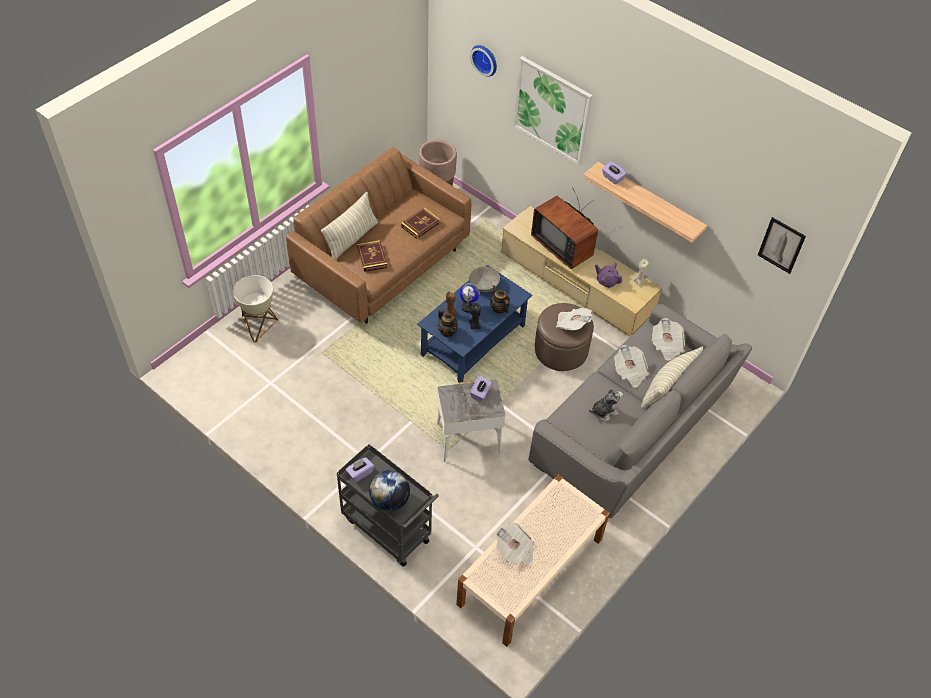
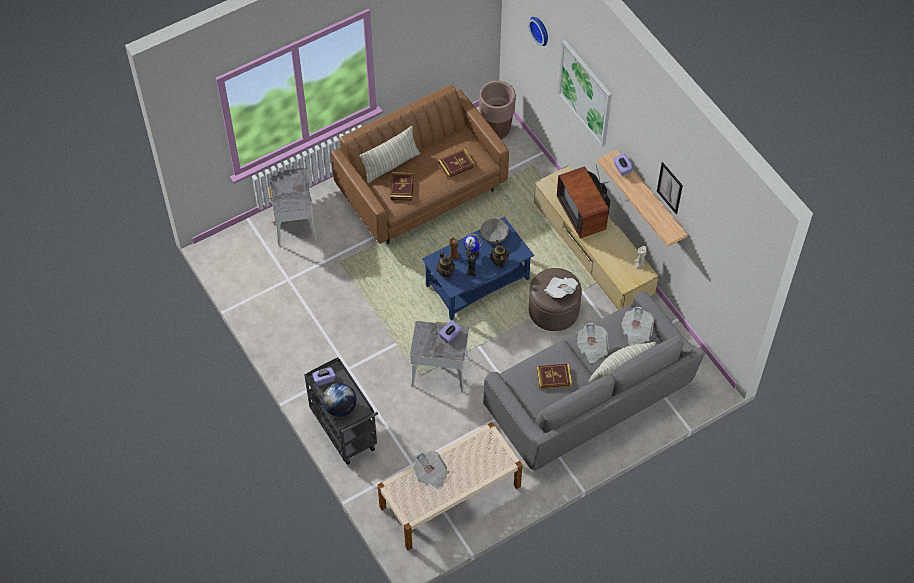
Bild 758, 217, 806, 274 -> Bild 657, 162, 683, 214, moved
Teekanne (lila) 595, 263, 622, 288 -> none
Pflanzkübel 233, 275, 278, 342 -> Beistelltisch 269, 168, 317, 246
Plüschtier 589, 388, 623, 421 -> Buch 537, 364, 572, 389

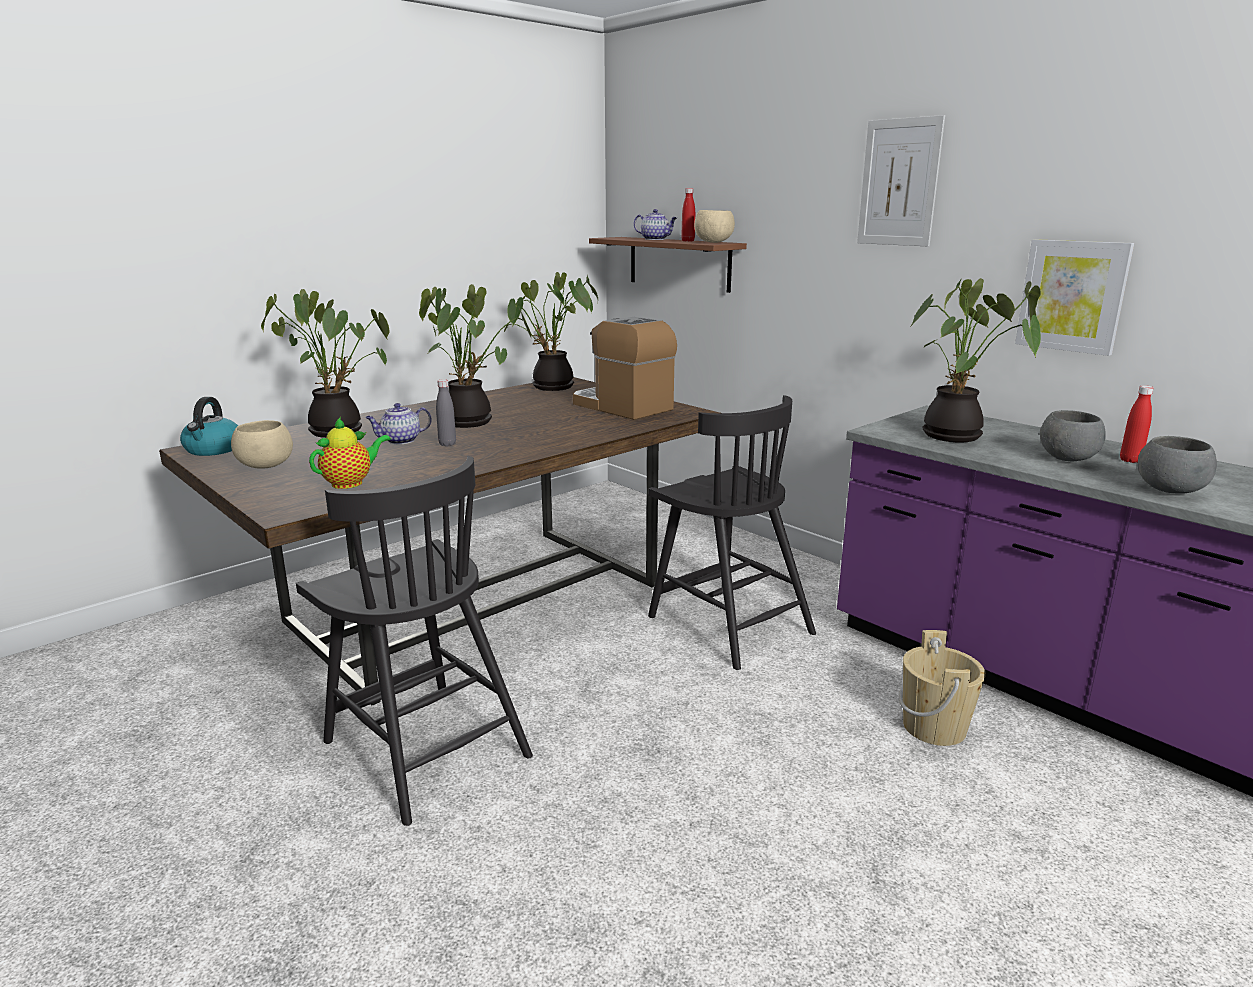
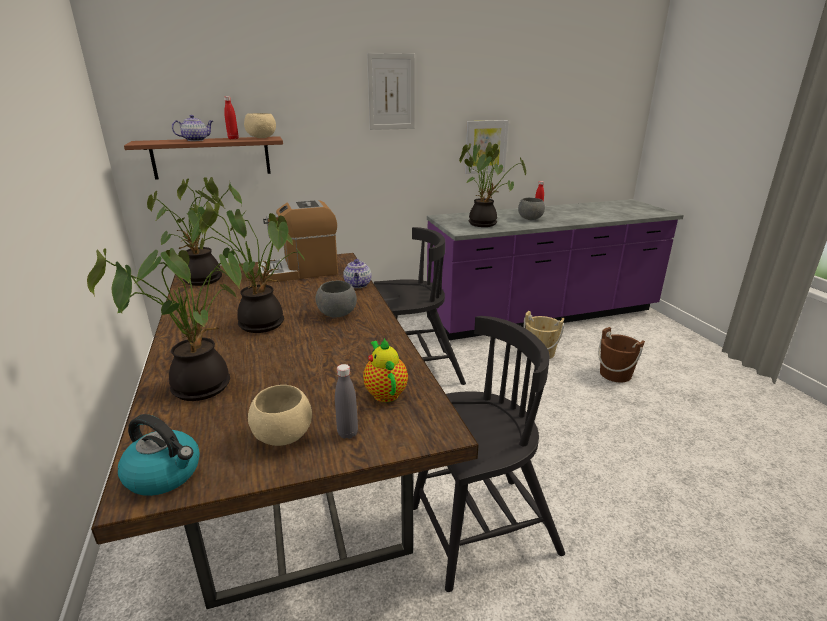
Flasche (grau) 436, 379, 456, 446 -> Flasche (grau) 335, 364, 358, 439, moved
Teekanne 365, 403, 432, 444 -> Teekanne 343, 258, 372, 288, moved
Schüssel (grau) 1137, 436, 1217, 494 -> Schüssel (grau) 315, 281, 357, 318, moved
none -> Eimer (braun) 598, 327, 645, 383

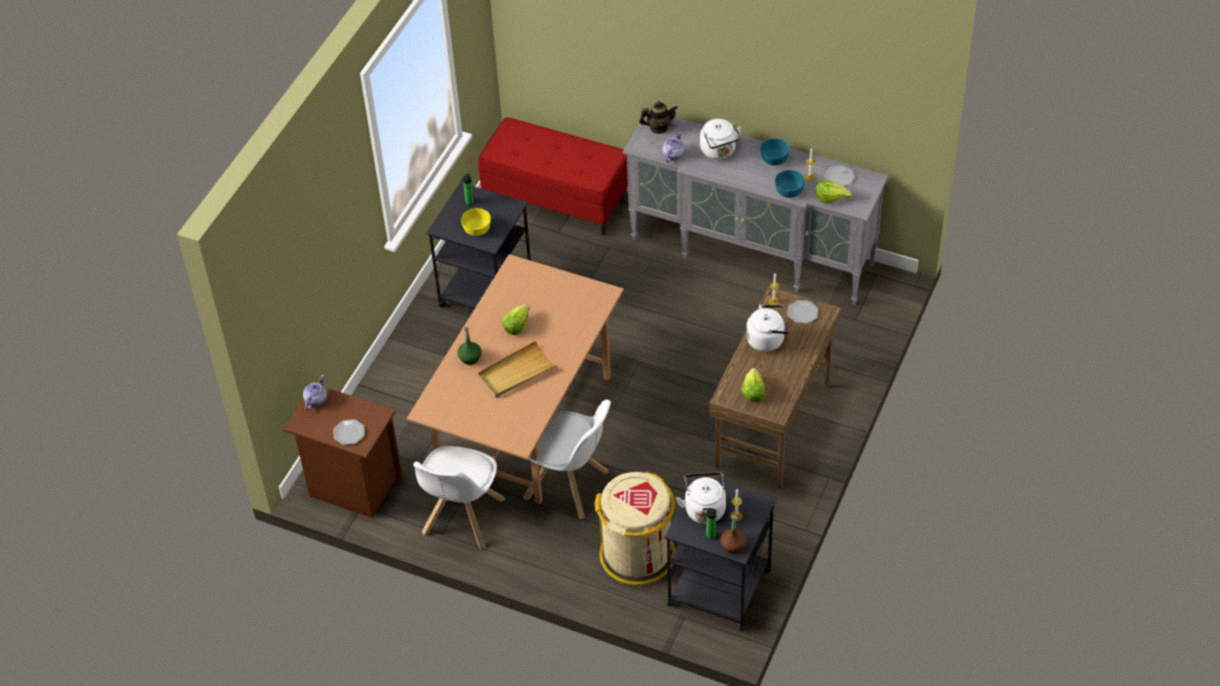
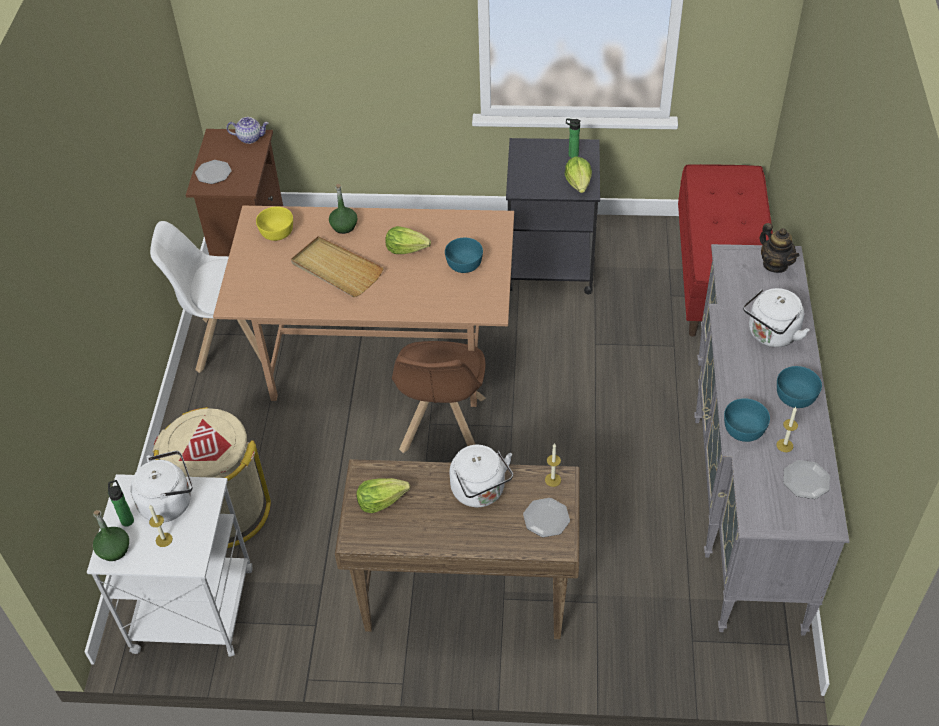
Teekanne 662, 132, 685, 162 -> none
Salatkopf 815, 180, 852, 202 -> Salatkopf 565, 157, 592, 193, moved
Schüssel (gelb) 461, 208, 491, 236 -> Schüssel (gelb) 256, 207, 293, 241, moved
Stuhl (weiß) 523, 399, 611, 519 -> none
Rollwagen (schwarz) 664, 473, 776, 631 -> Rollwagen (weiß) 87, 474, 252, 657
Flasche (braun) 720, 515, 747, 554 -> Flasche (grün) 93, 510, 129, 561
none -> Schüssel (türkis) 445, 238, 483, 273
none -> Stuhl (braun) 392, 341, 486, 453

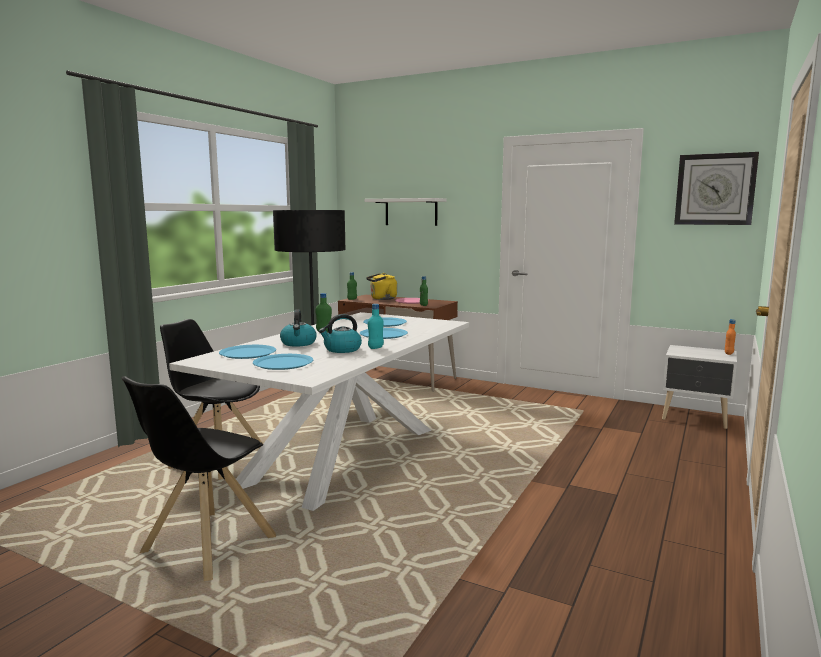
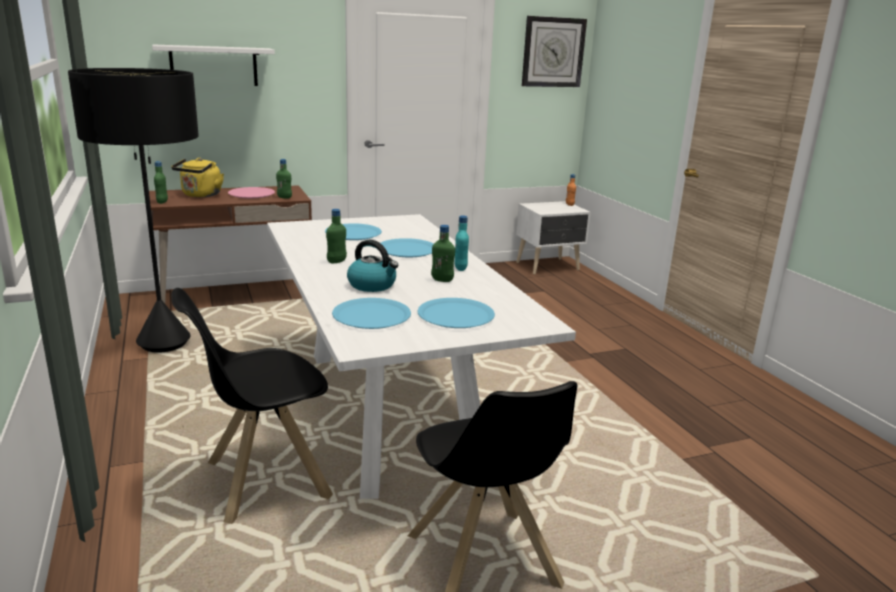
Wasserkessel 319, 314, 362, 353 -> Flasche (grün) 431, 225, 455, 282

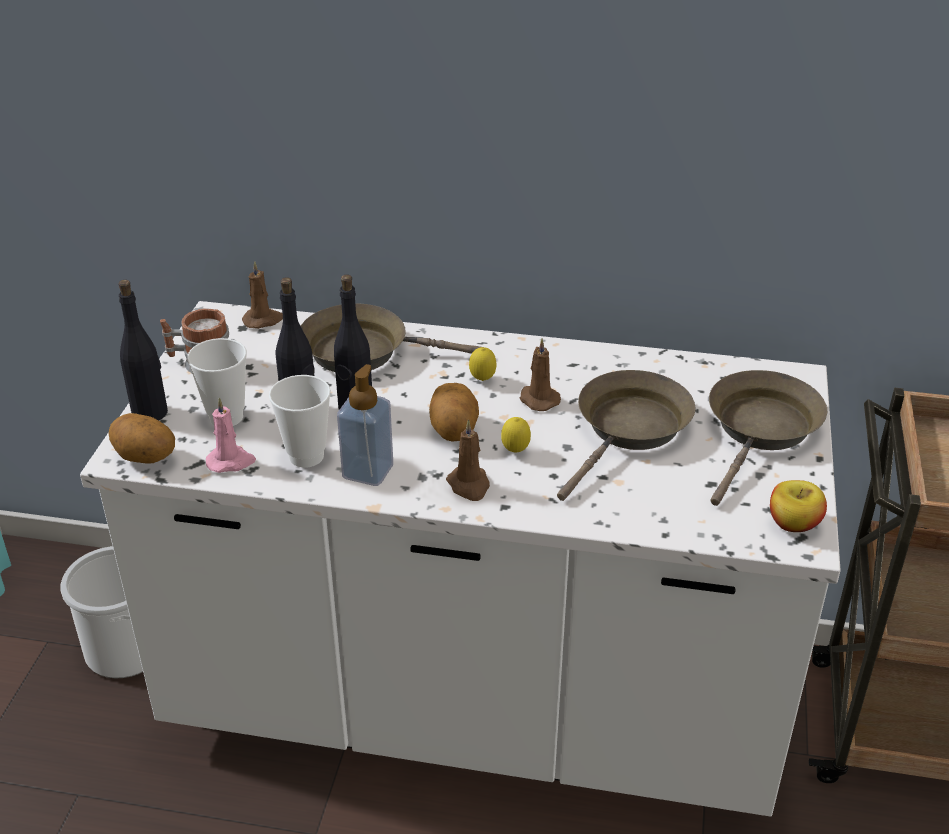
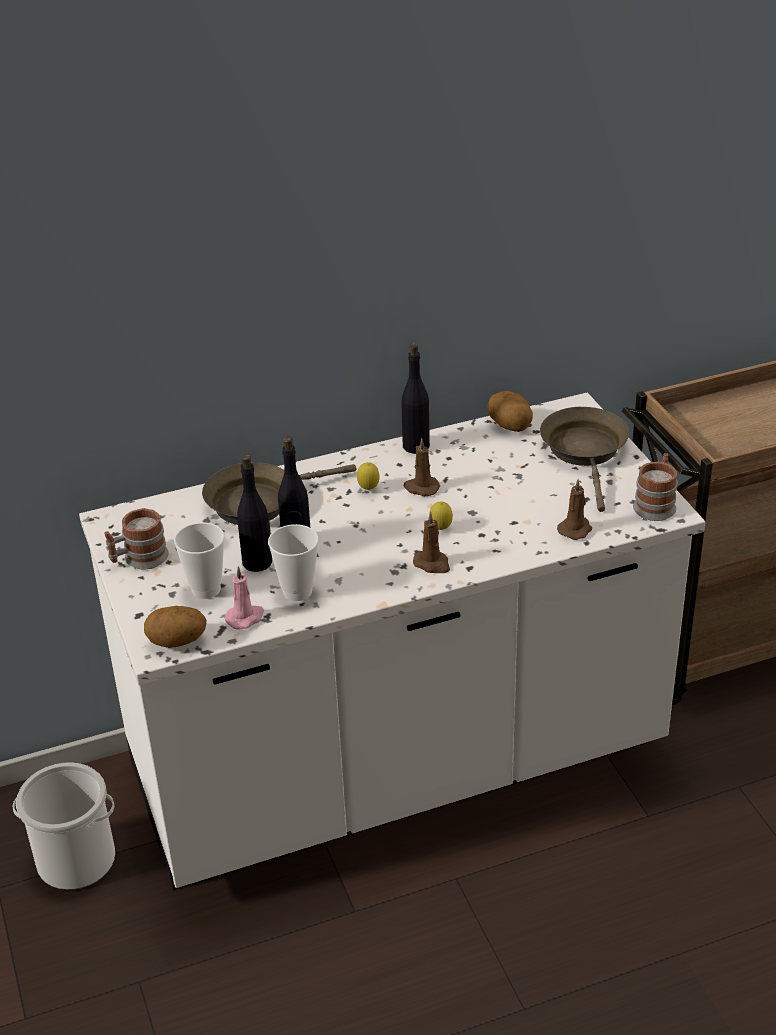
Kerze (braun) 242, 261, 283, 329 -> Kerze (braun) 557, 479, 592, 540, moved
Flasche (schwarz) 118, 280, 168, 420 -> Flasche (schwarz) 402, 343, 430, 454, moved
Seifenspender 337, 364, 393, 486 -> none
Pfanne (braun) 557, 370, 695, 501 -> none
Kartoffel 429, 383, 479, 442 -> Kartoffel 487, 391, 533, 432, moved
Apfel 770, 480, 827, 532 -> Henkelbecher 633, 453, 678, 521

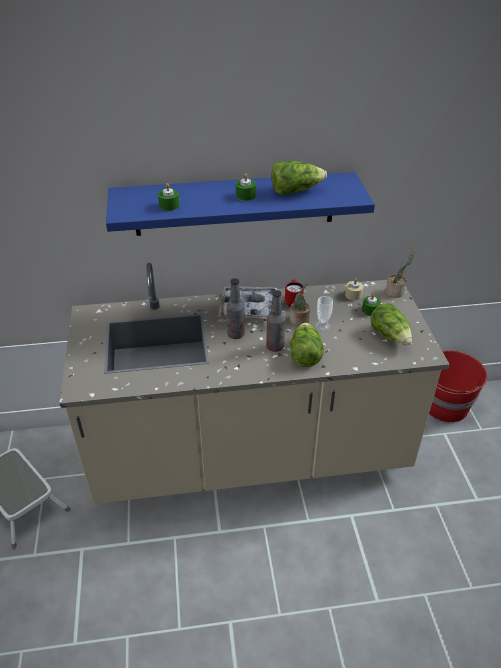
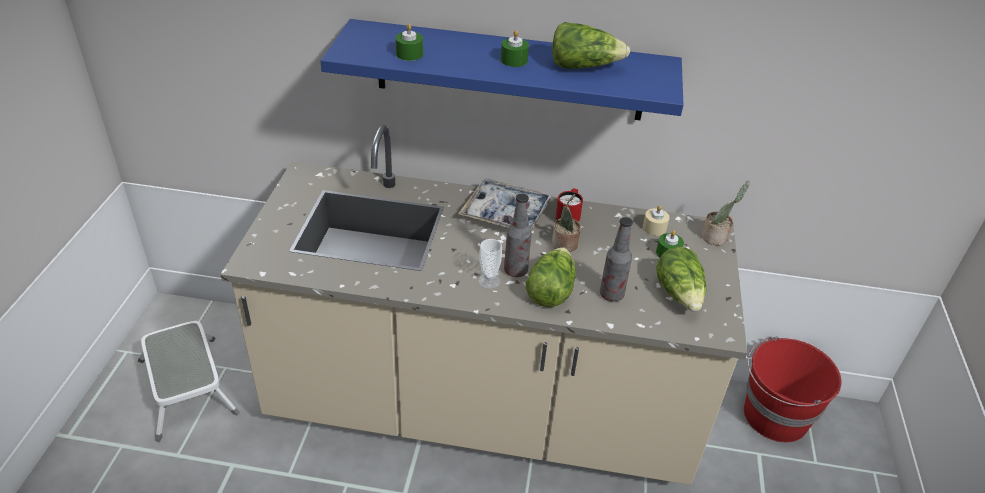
Flasche 227, 278, 245, 339 -> Flasche 600, 217, 633, 302, moved
Tasse 315, 296, 333, 331 -> Tasse 478, 239, 502, 289, moved

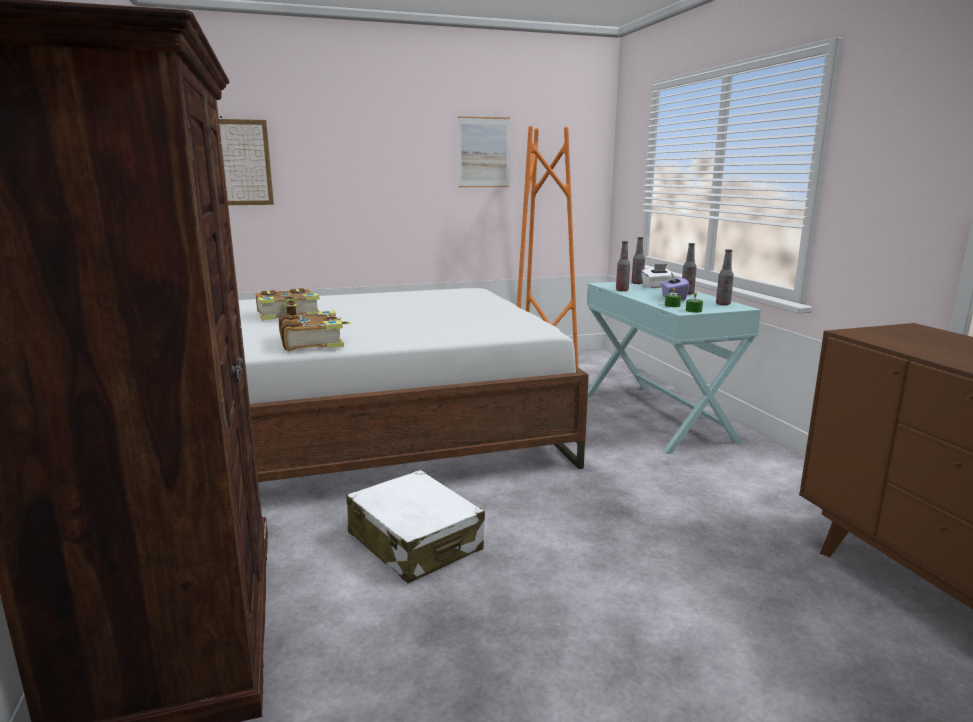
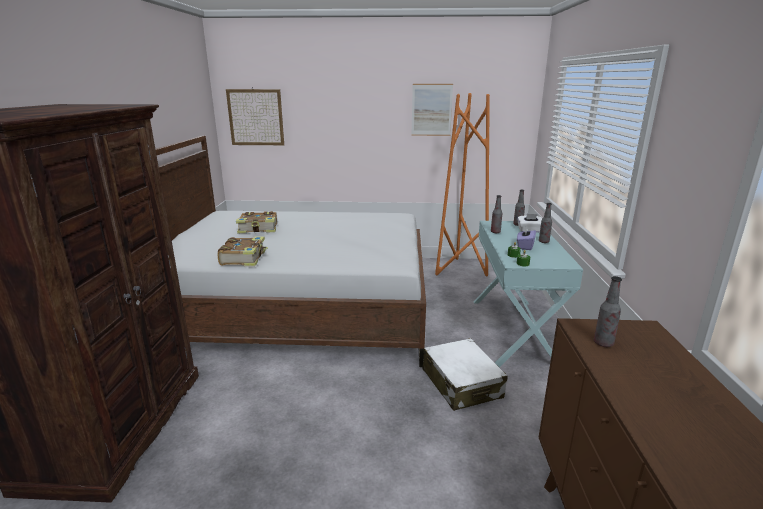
Flasche 716, 249, 734, 305 -> Flasche 594, 276, 622, 347, moved
Koffer (weiß) 346, 470, 485, 583 -> Koffer (weiß) 422, 338, 508, 411, moved

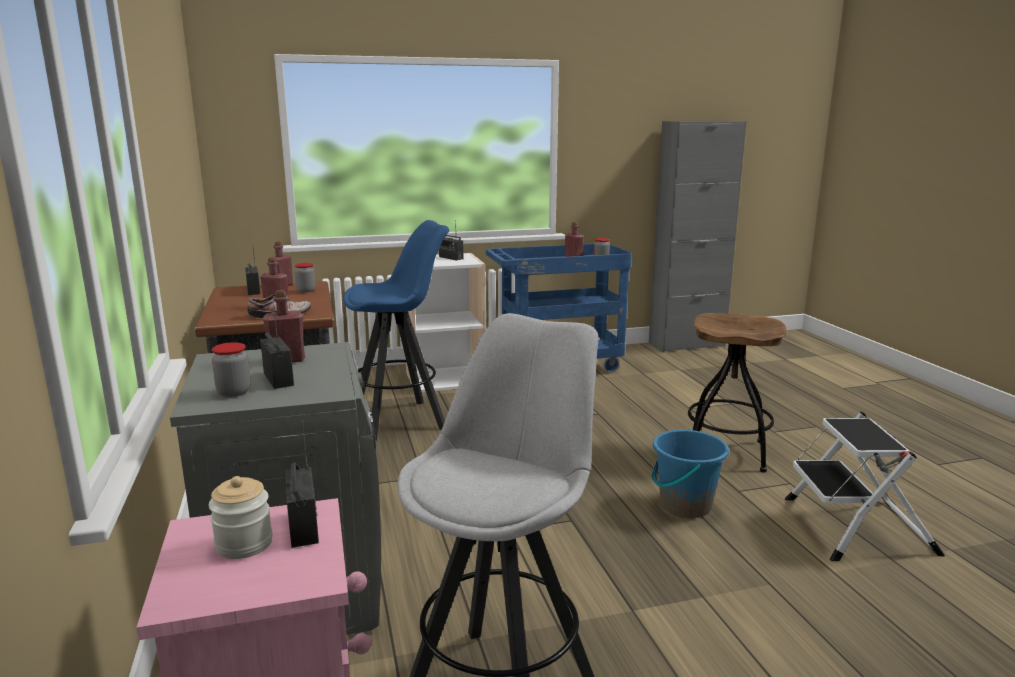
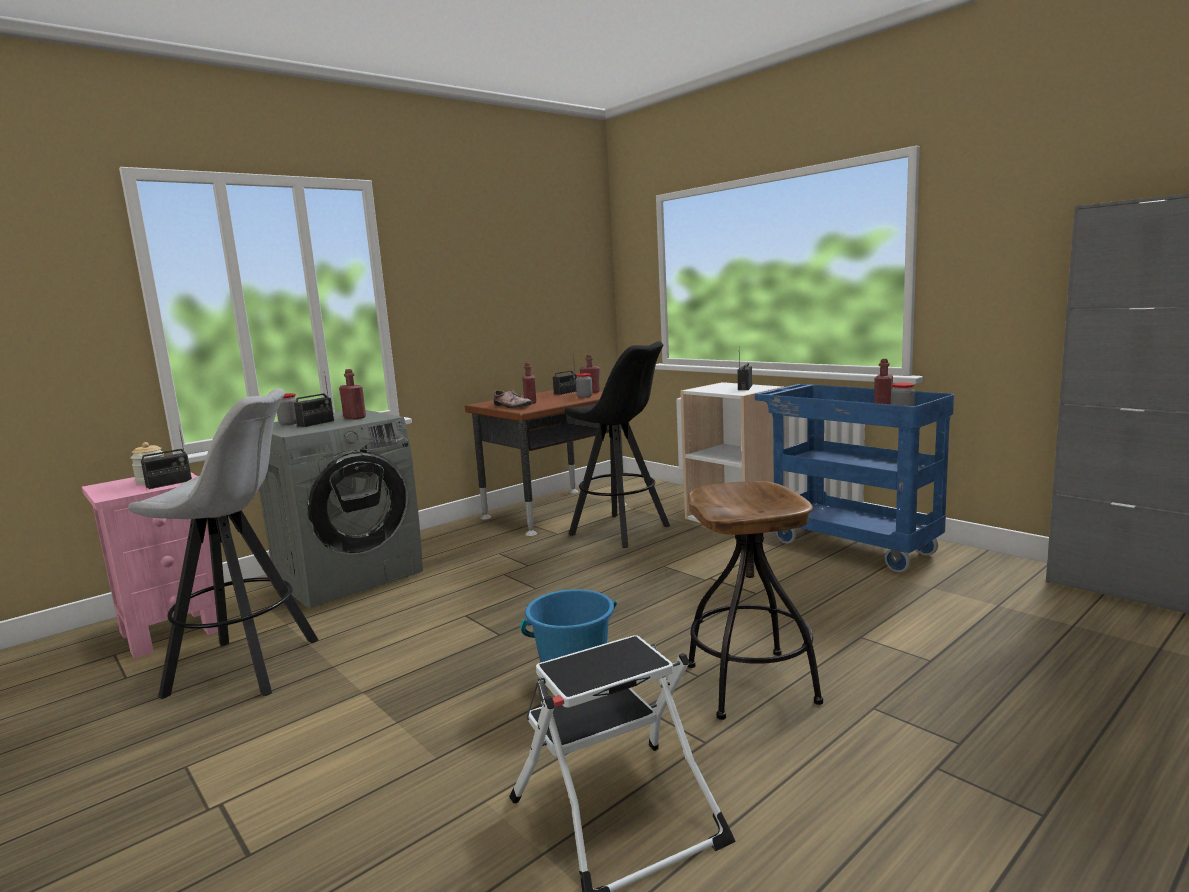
Hocker (blau) 343, 220, 449, 441 -> Hocker (schwarz) 565, 341, 670, 548

